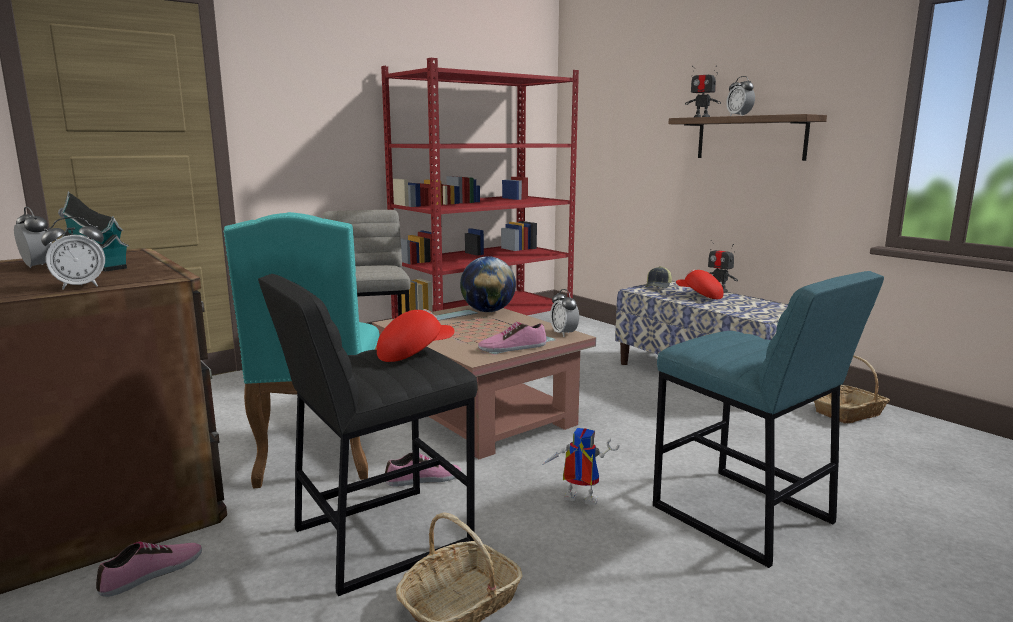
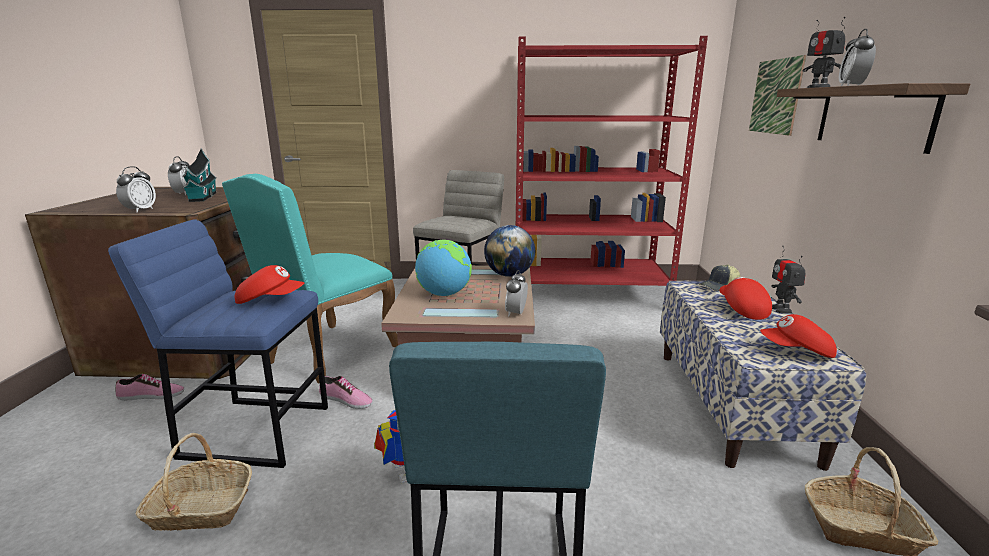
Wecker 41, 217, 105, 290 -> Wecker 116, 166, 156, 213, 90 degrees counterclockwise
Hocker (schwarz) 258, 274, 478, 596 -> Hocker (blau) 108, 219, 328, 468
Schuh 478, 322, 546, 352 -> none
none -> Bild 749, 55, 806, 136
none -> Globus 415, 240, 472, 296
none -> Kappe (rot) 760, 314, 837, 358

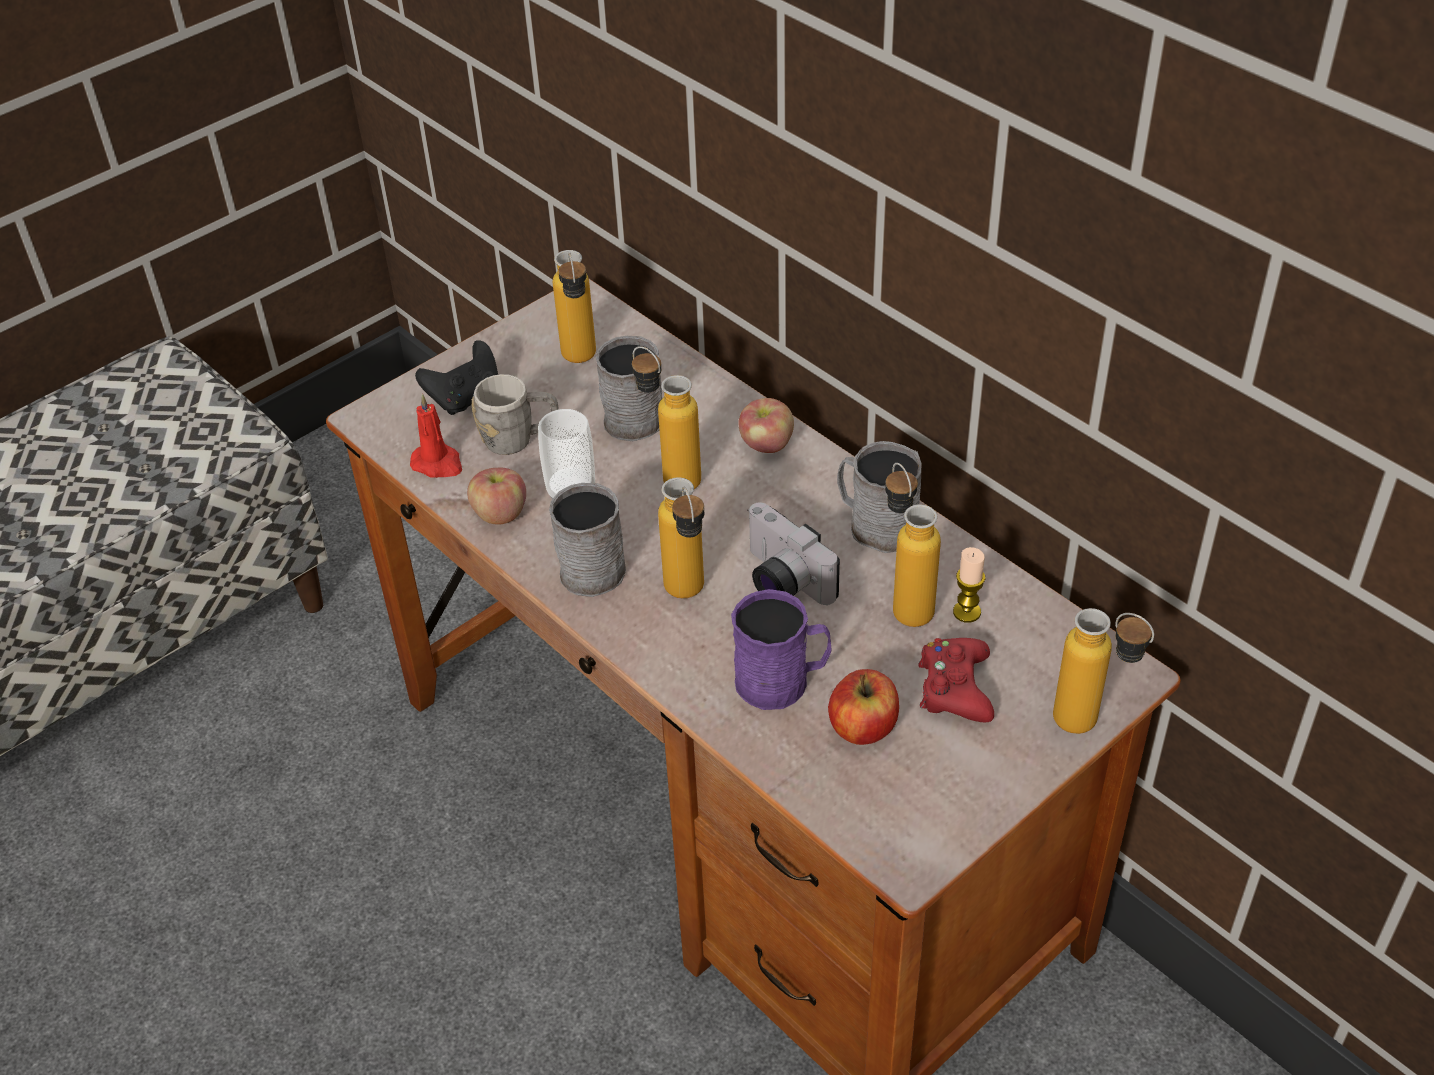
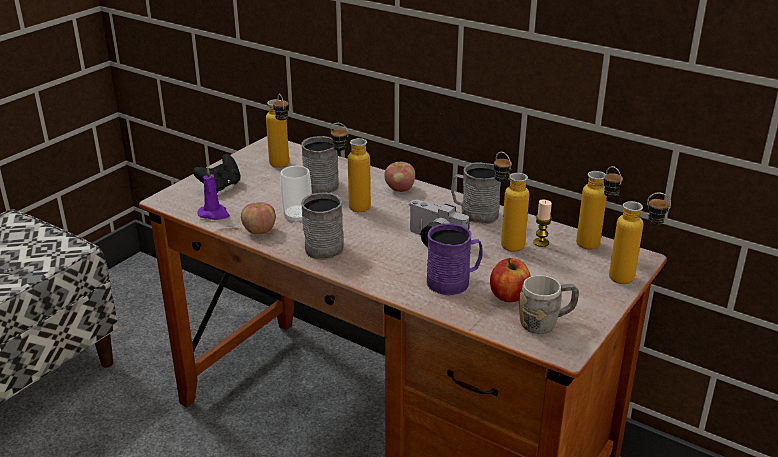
Henkelbecher (grau) 472, 374, 559, 455 -> Henkelbecher (grau) 519, 275, 579, 334, moved
Kerze (rot) 410, 394, 462, 478 -> Kerze (lila) 197, 166, 230, 220
Flasche 658, 477, 704, 598 -> Flasche 576, 166, 623, 249, moved
Gamepad (rot) 919, 638, 994, 722 -> none

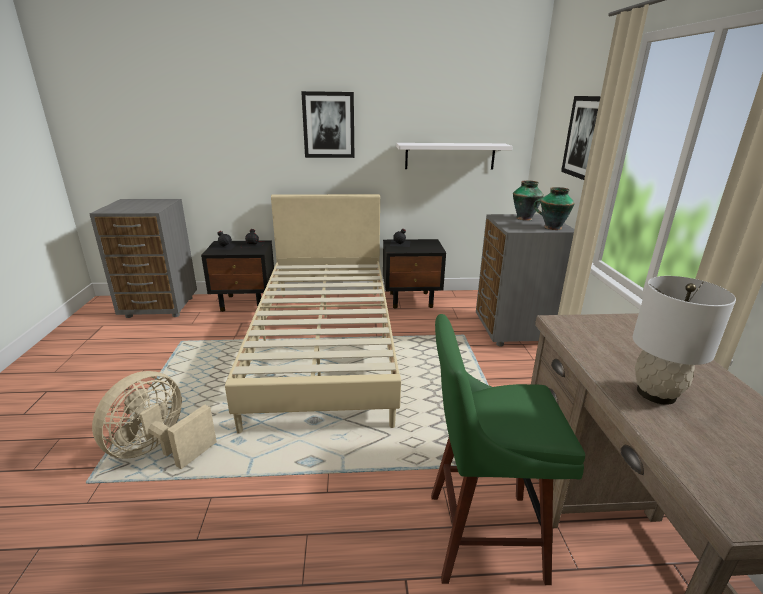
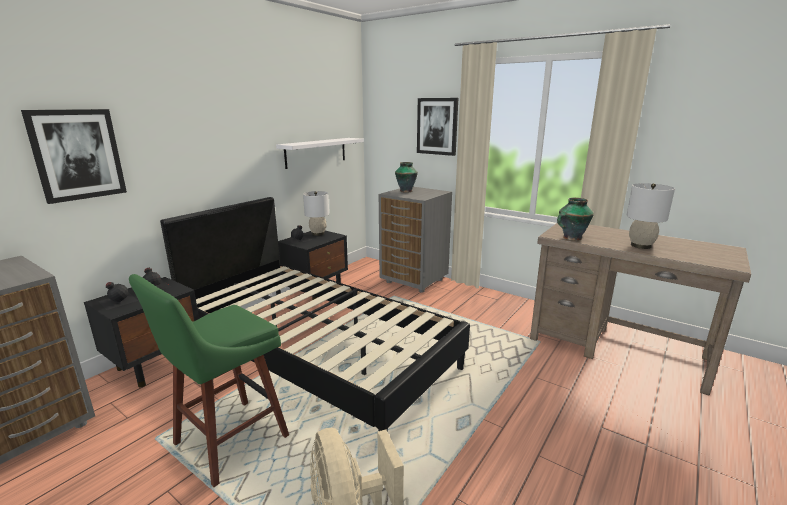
Bild 301, 91, 354, 158 -> Bild 21, 109, 127, 204, moved
Vase 534, 187, 575, 230 -> Vase 557, 198, 594, 241, moved
Bett (beige) 225, 194, 401, 434 -> Bett (schwarz) 160, 197, 470, 432
Hocker (grün) 431, 314, 585, 585 -> Hocker (grün) 129, 274, 289, 487, moved
none -> Tischlampe (weiß) 303, 191, 329, 236

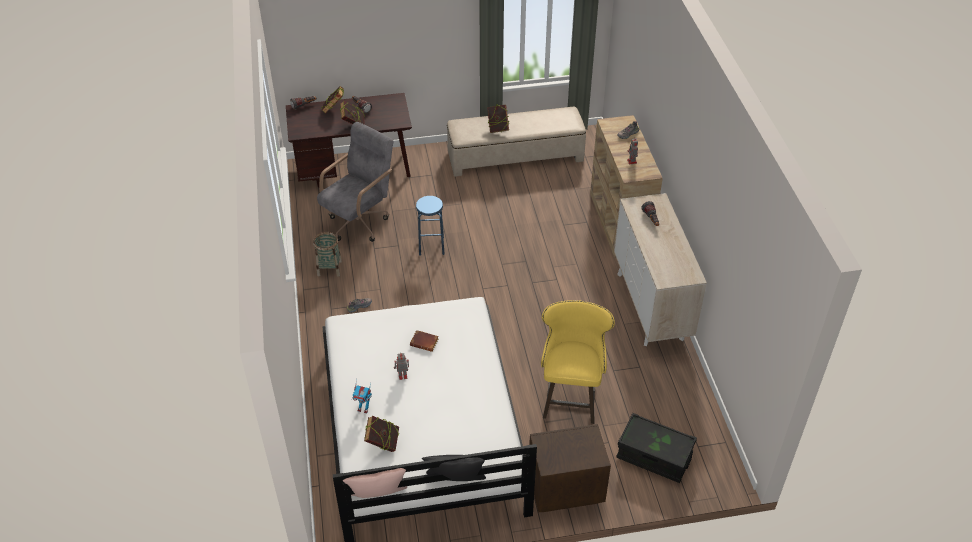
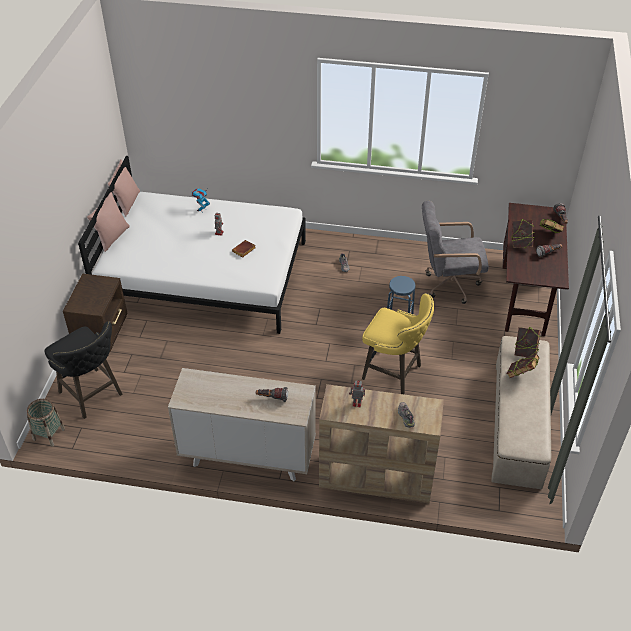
Bürostuhl (grau) 317, 122, 393, 242 -> Bürostuhl (grau) 422, 201, 489, 304, 120 degrees clockwise
Korb 313, 232, 342, 276 -> Korb 27, 399, 65, 447, moved
Hocker (gelb) 541, 300, 615, 424 -> Hocker (gelb) 362, 293, 434, 394, moved
Aufbewahrungsbox (schwarz) 616, 413, 697, 483 -> Hocker (schwarz) 44, 321, 123, 419
Buch 364, 416, 399, 452 -> Buch 515, 327, 541, 357, moved
Kissen (schwarz) 422, 455, 486, 481 -> Kissen (rosa) 87, 192, 130, 252

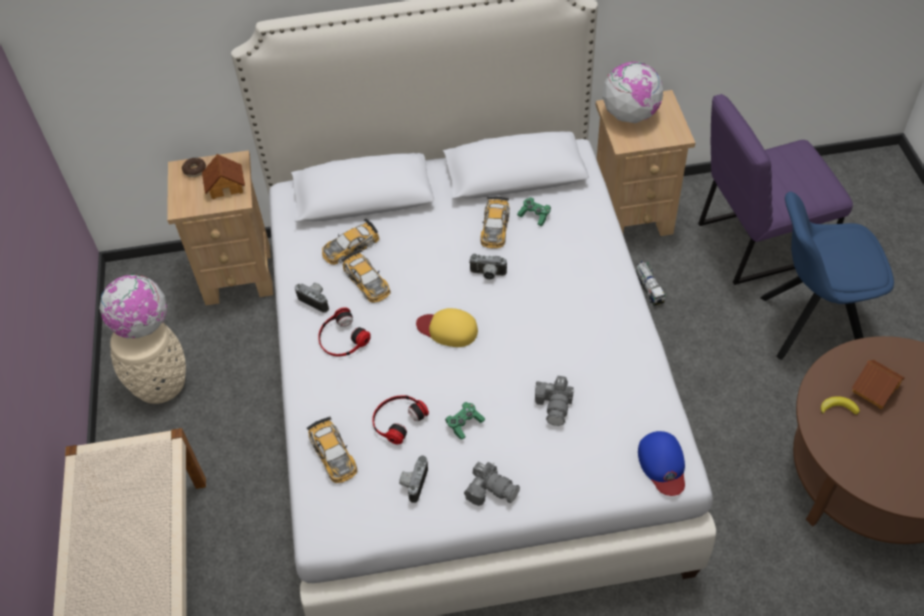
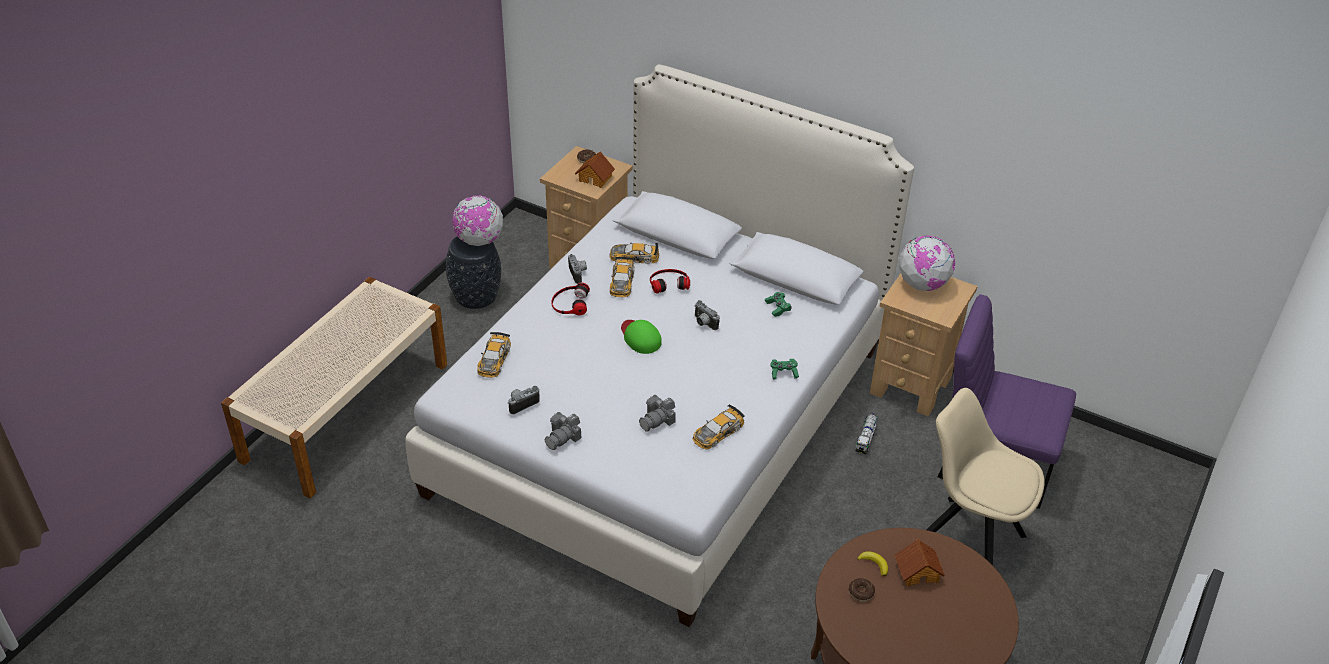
Stuhl (blau) 761, 191, 894, 360 -> Stuhl (beige) 926, 388, 1045, 565
Spielzeugauto 481, 196, 510, 249 -> Spielzeugauto 693, 404, 745, 449, moved
Kappe (gelb) 416, 308, 478, 347 -> Kappe (grün) 621, 320, 662, 354
Hocker (beige) 110, 322, 186, 404 -> Hocker (schwarz) 446, 236, 501, 309
Kopfhörer 372, 395, 429, 445 -> Kopfhörer 650, 269, 690, 294, moved
Gamepad (grün) 445, 402, 485, 440 -> Gamepad (grün) 770, 359, 799, 380, moved
Kappe (blau) 638, 431, 685, 496 -> none
Kamera 464, 462, 520, 506 -> Kamera 545, 412, 581, 450, 60 degrees clockwise
none -> Donut 849, 578, 875, 602

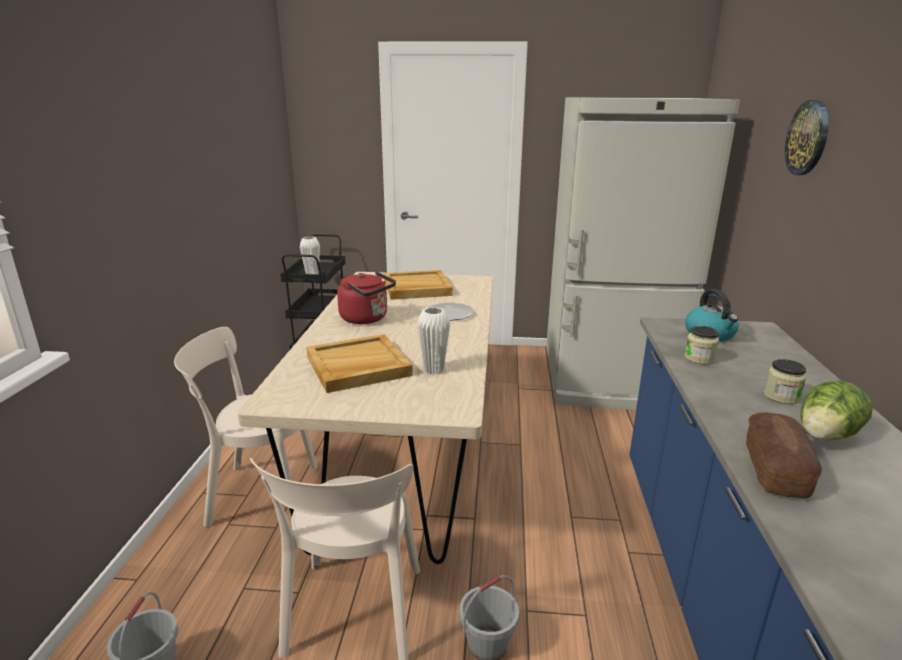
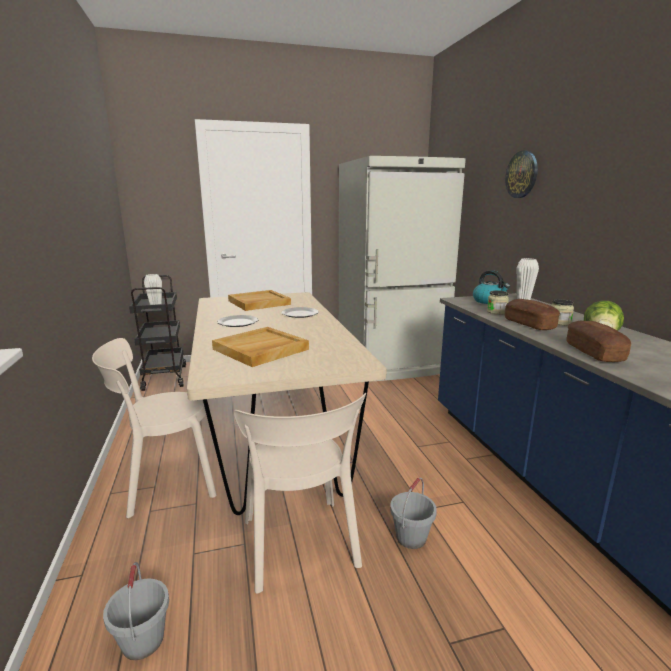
Wasserkessel (rot) 337, 271, 396, 324 -> Teller 217, 315, 258, 327
Vase (weiß) 417, 307, 450, 374 -> Vase (weiß) 517, 258, 539, 300, moved
none -> Brot 505, 299, 560, 330

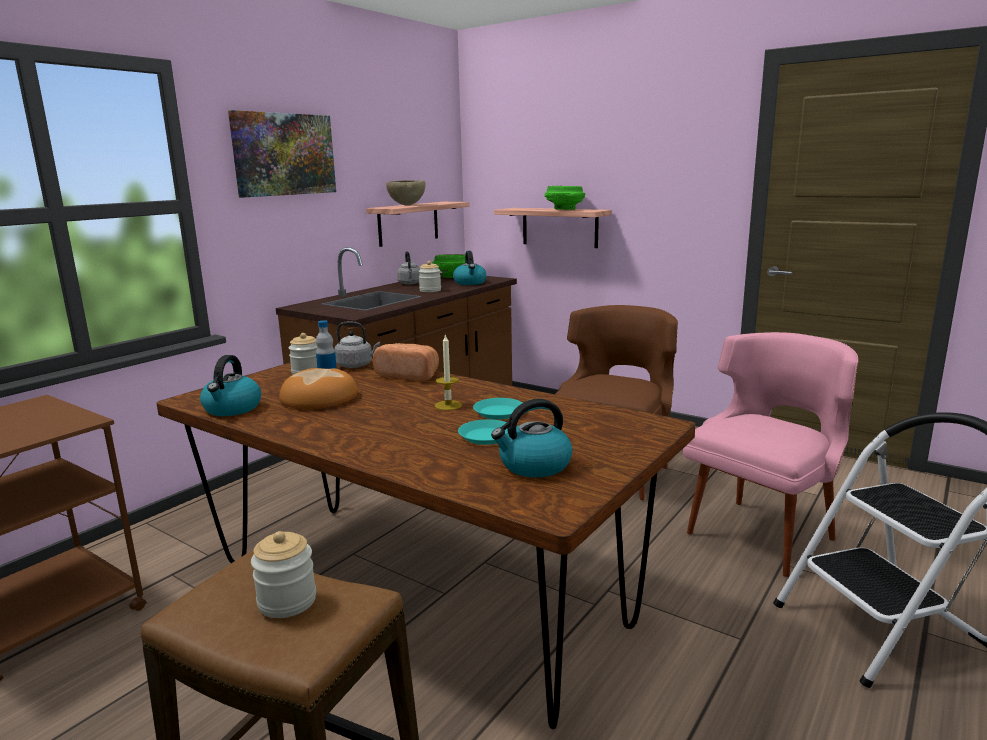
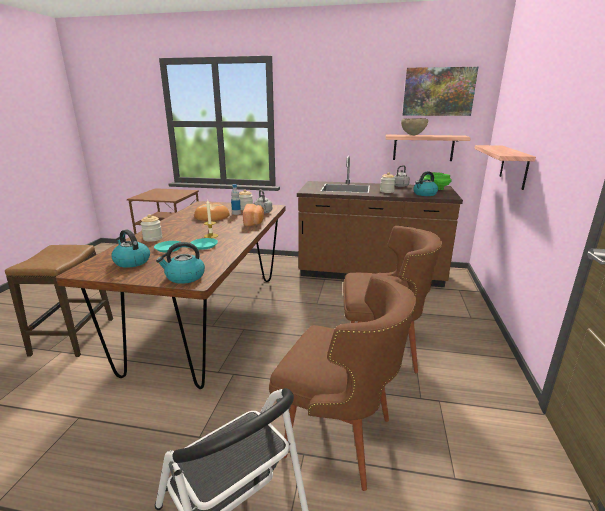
Bild 228, 110, 336, 197 -> Bild 403, 67, 478, 116, moved
Schüssel (grün) 544, 186, 585, 210 -> none
Stuhl (rosa) 683, 332, 858, 578 -> Stuhl (braun) 269, 274, 416, 491
Wasserkessel 200, 355, 261, 416 -> Wasserkessel 156, 242, 205, 284, moved
Vorratsglas 251, 531, 316, 618 -> Vorratsglas 140, 214, 163, 242, moved

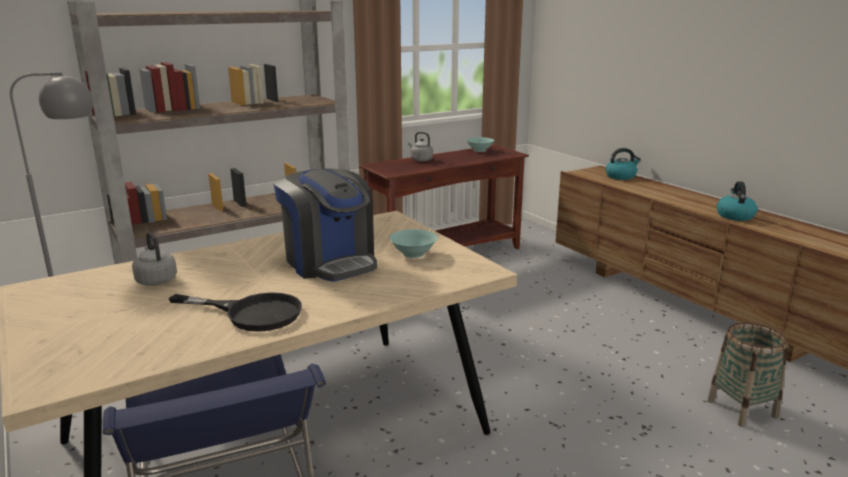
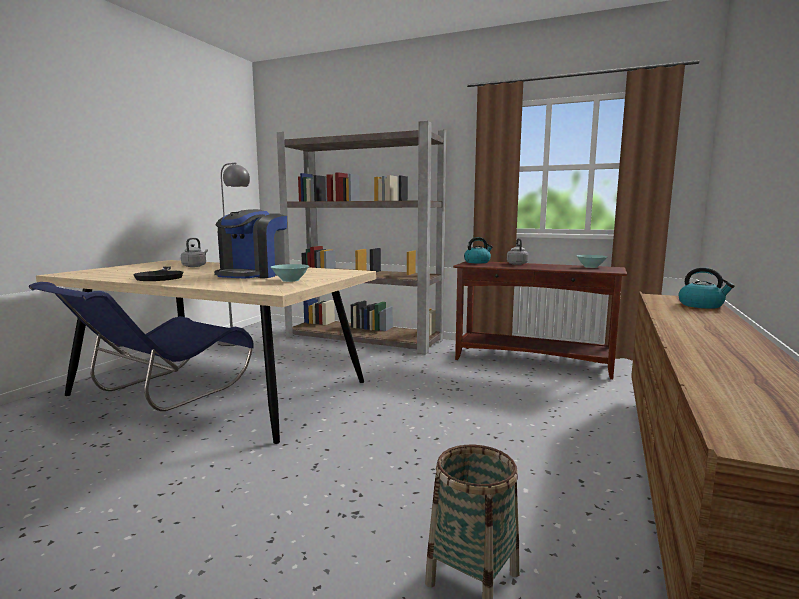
Wasserkessel 717, 181, 758, 221 -> Wasserkessel 464, 237, 493, 263, moved

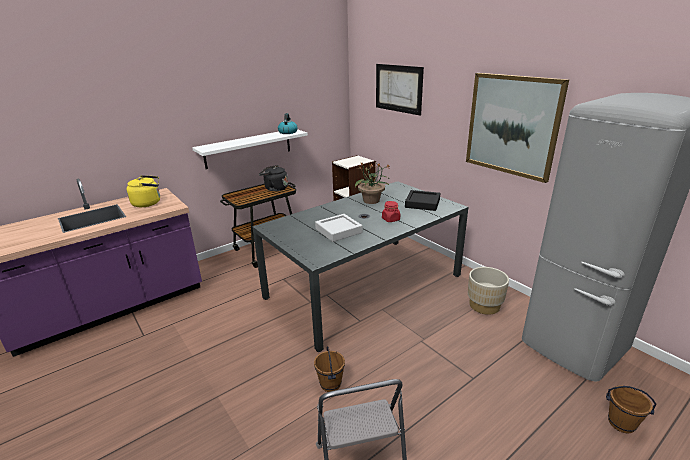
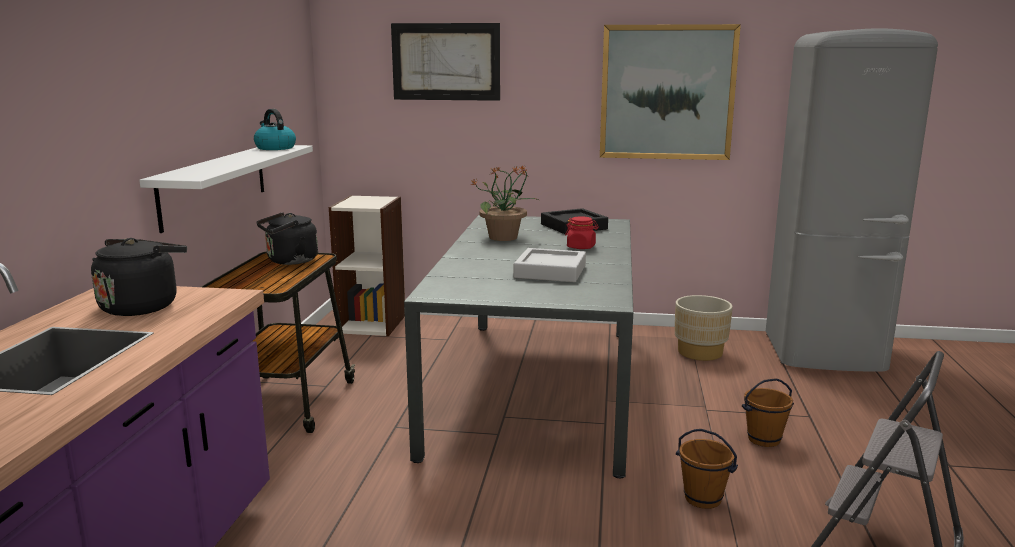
Wasserkessel (gelb) 126, 175, 160, 207 -> Wasserkessel (schwarz) 91, 238, 187, 316
Eimer (braun) 606, 385, 657, 434 -> Eimer (braun) 742, 378, 794, 447, moved

